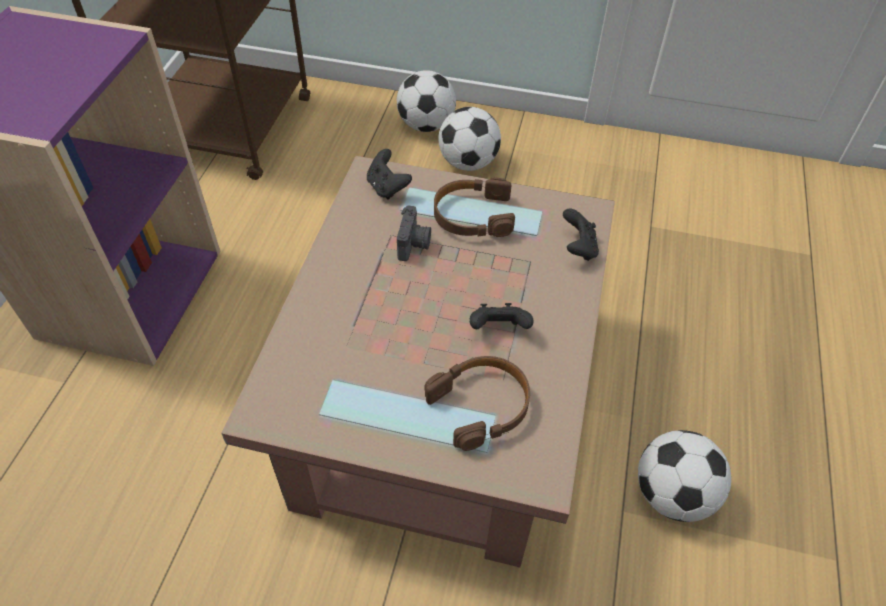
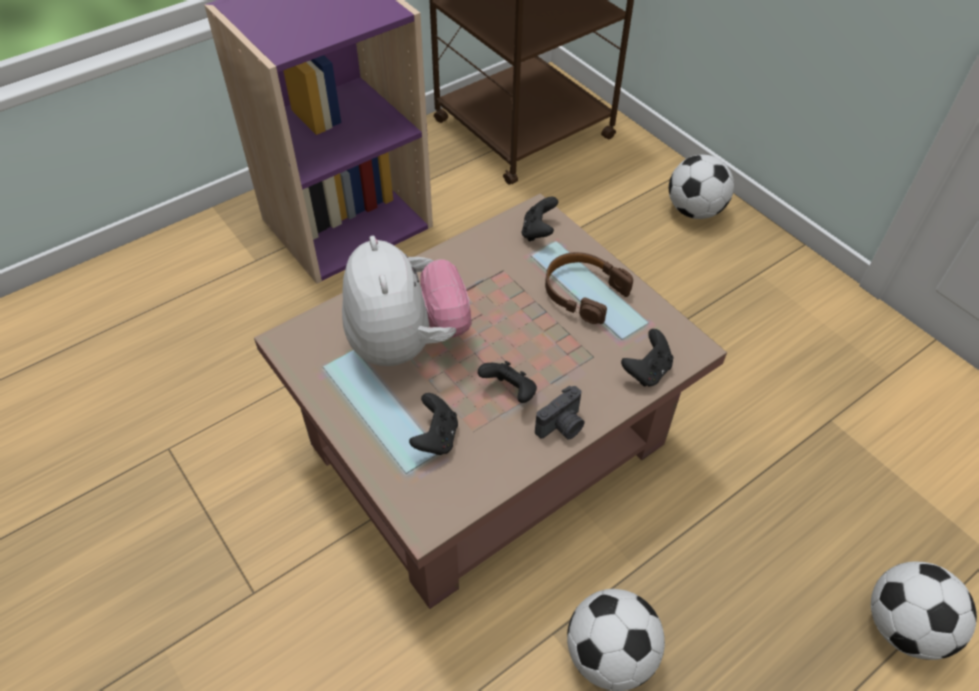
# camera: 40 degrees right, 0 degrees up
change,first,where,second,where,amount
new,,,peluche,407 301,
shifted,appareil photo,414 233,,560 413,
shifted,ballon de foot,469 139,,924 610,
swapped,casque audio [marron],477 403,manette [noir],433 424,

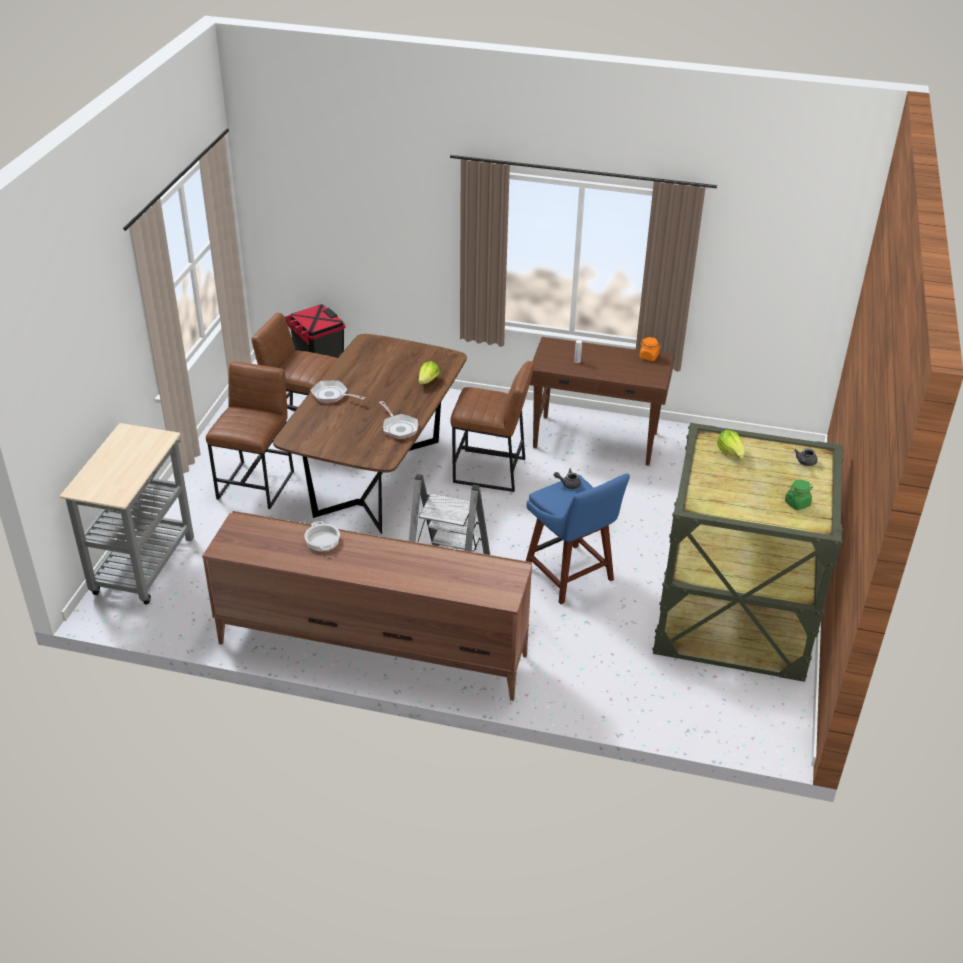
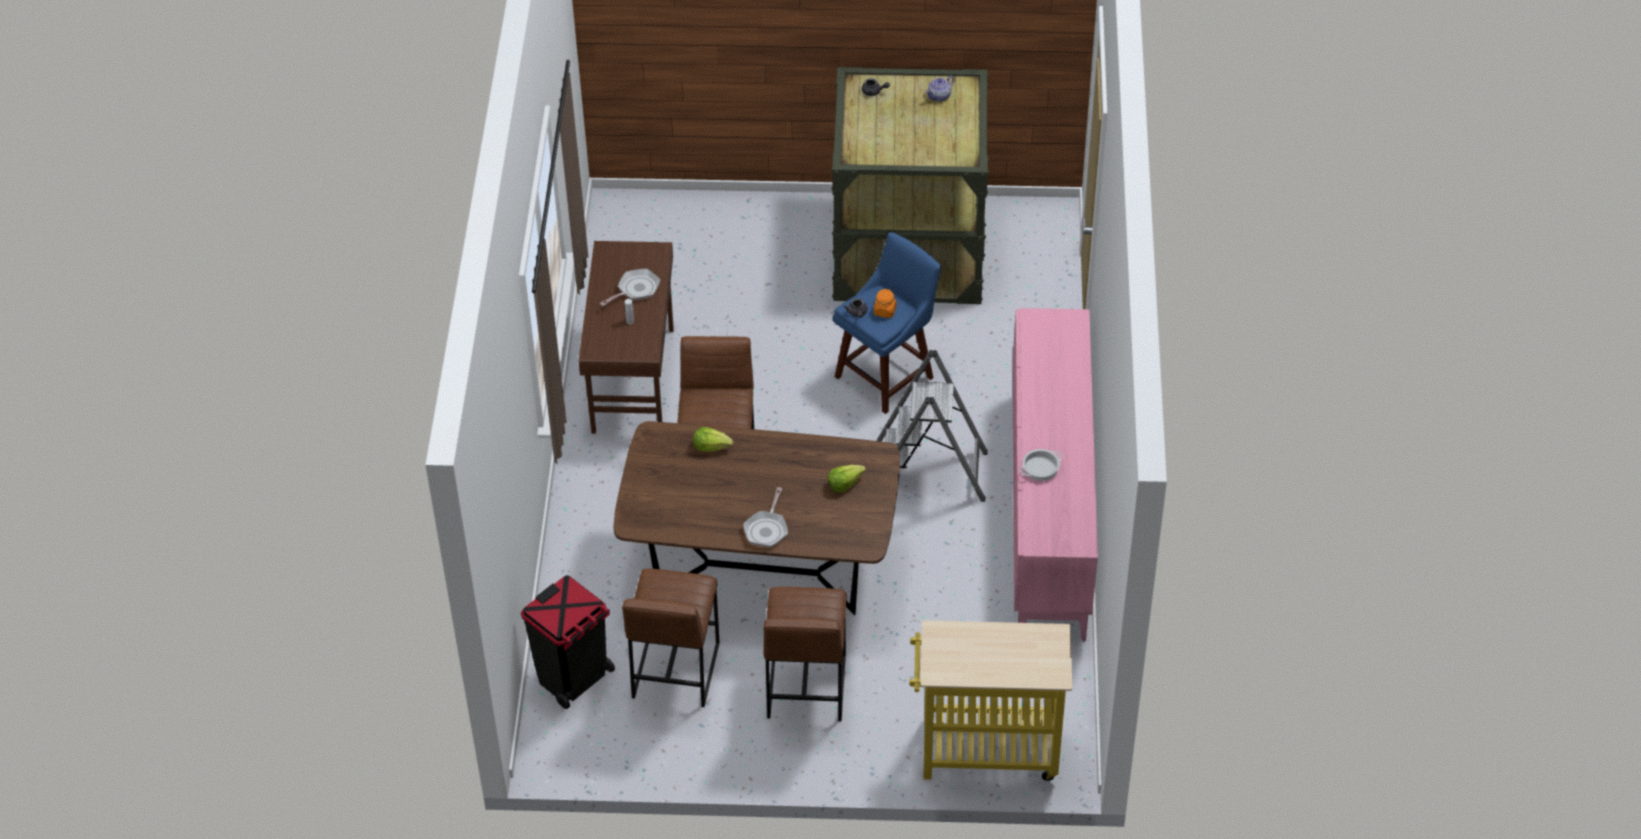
# camera: 100 degrees left, 10 degrees up
change,first,where,second,where,amount
shifted,poêle,398 420,,630 287,
shifted,bocal [orange],650 349,,885 303,
shifted,laitue,731 444,,847 479,
swapped,bocal [vert],799 495,théière,939 88,
repainted,chariot [gris],127 514,chariot [jaune],991 700,
repainted,meuble de rangement [marron],367 606,meuble de rangement [rose],1055 475,
rotated,chaise [marron],250 435,,805 654,90 degrees counterclockwise

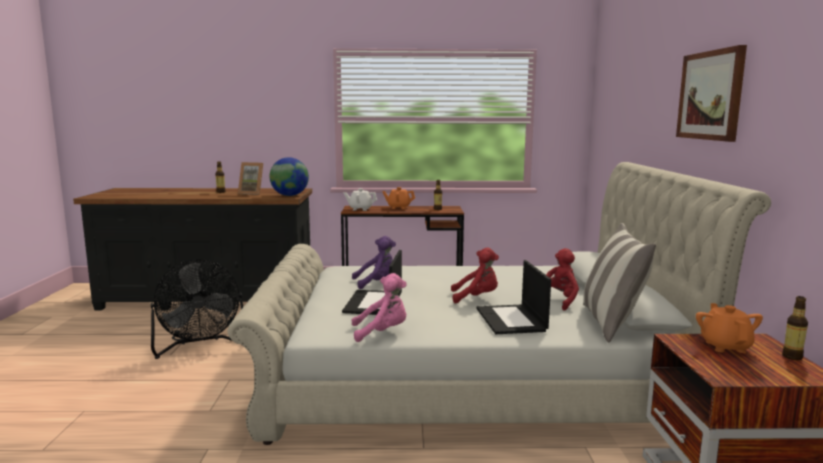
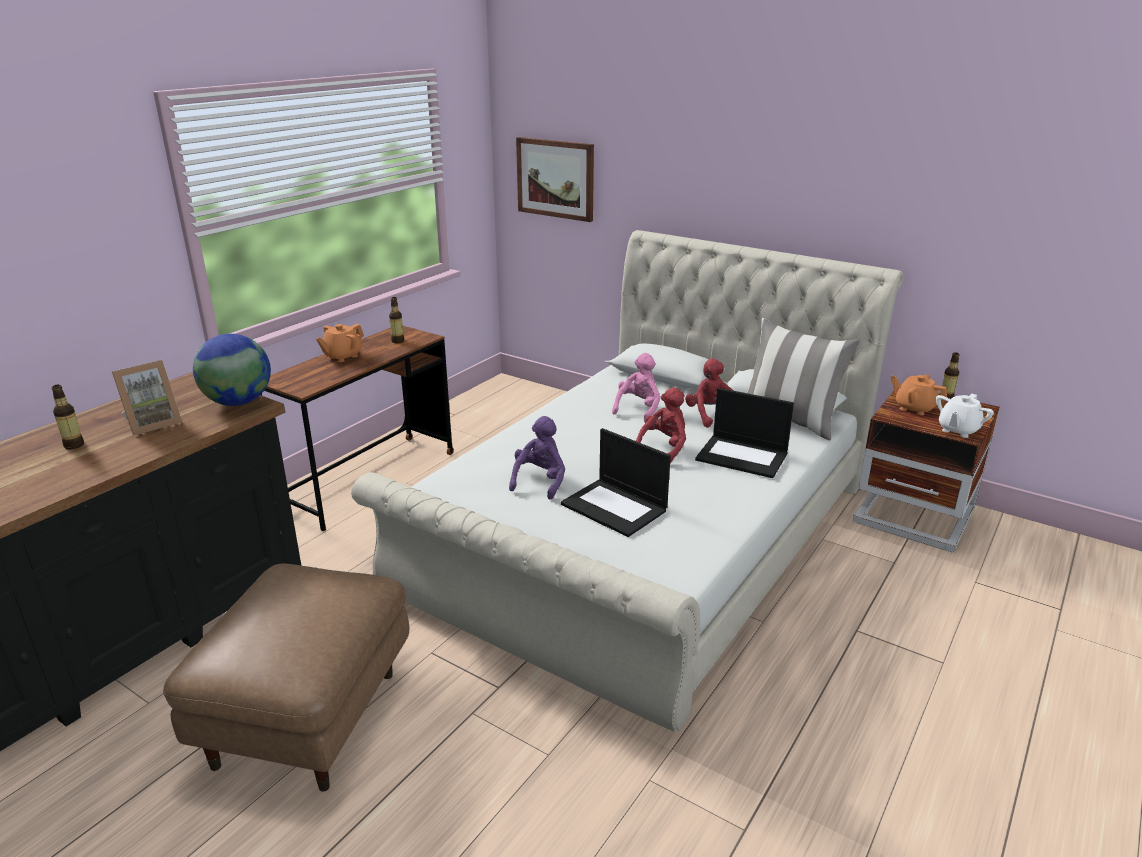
# camera: 55 degrees left, 15 degrees up
change,first,where,second,where,amount
shifted,théière [blanc],360 199,,965 415,
shifted,peluche [rose],379 307,,636 387,
shifted,tableau,711 93,,555 179,
swapped,ventilateur [noir],197 309,pouf [marron],286 678,

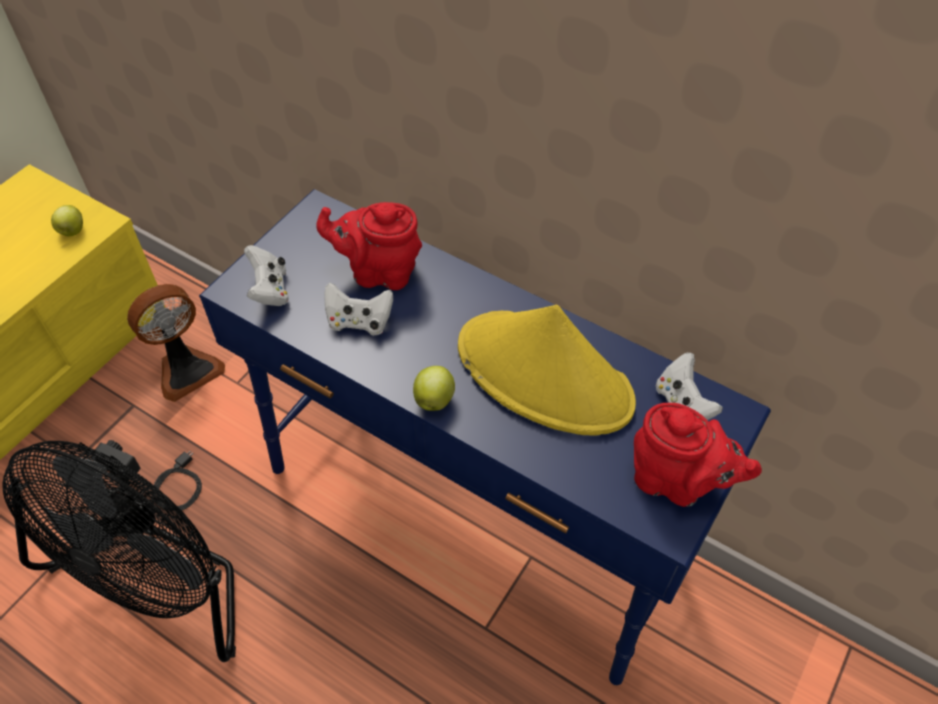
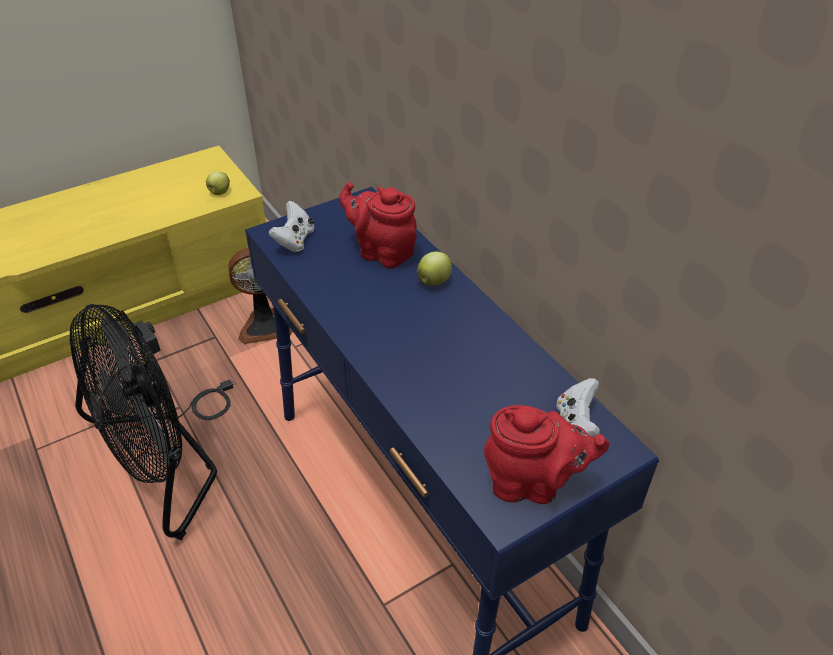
# camera: 25 degrees right, 10 degrees down
change,first,where,second,where,amount
gone,manette [blanc],358 308,,,
gone,chapeau [jaune],547 370,,,
shifted,pomme,434 388,,434 268,
rotated,théière [rouge],698 455,,546 454,45 degrees counterclockwise

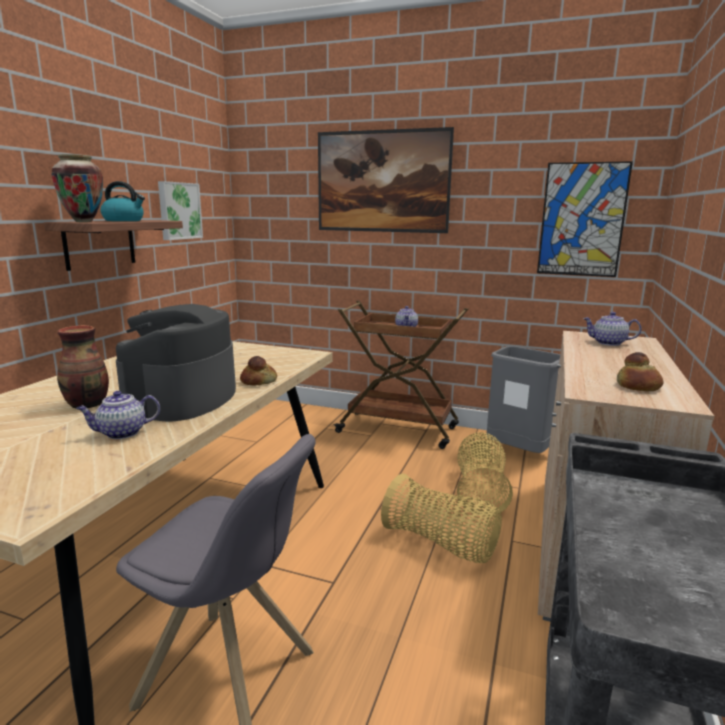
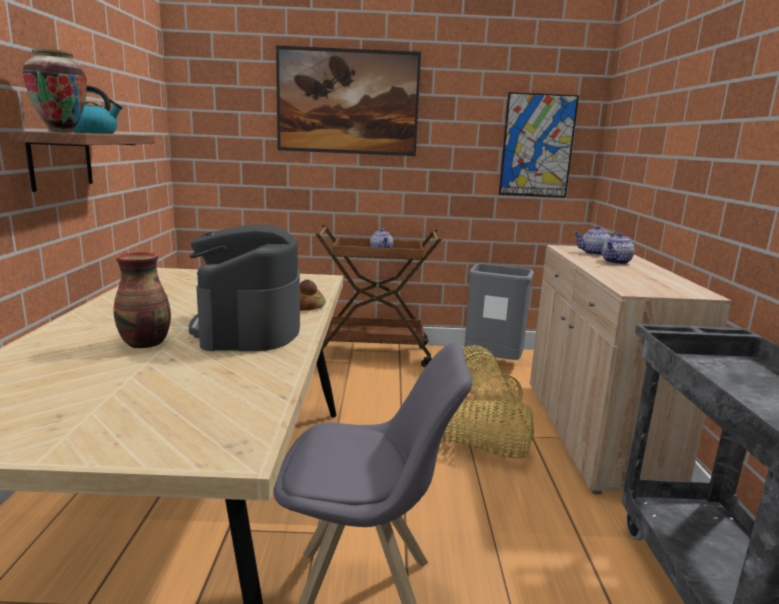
# camera: 20 degrees left, 0 degrees up
change,first,where,second,where,amount
gone,tableau,180 210,,,
gone,pain,640 371,,,
shifted,théière,118 415,,618 248,

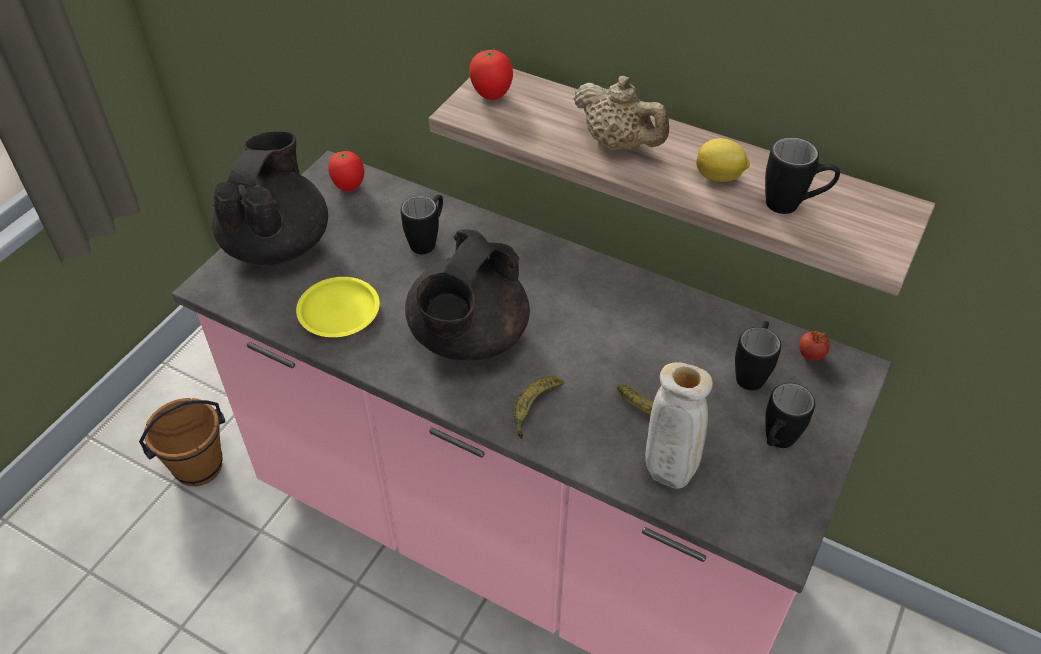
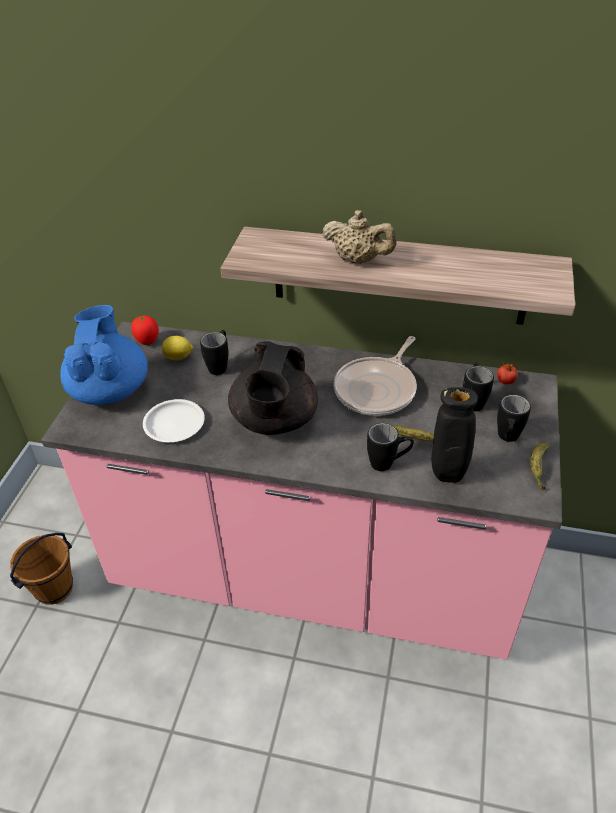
# camera: 15 degrees left, 5 degrees down
change,first,where,second,where,amount
gone,tomate,491 74,,,
new,,,poêle,375 376,
shifted,banane,539 407,,540 467,
shifted,citron,723 160,,177 348,
shifted,mug [noir],802 175,,390 447,
repainted,théière [noir],270 198,théière [bleu],104 355,
repainted,assiette [jaune],338 307,assiette [blanc],174 420,
repainted,vase [beige],679 425,vase [noir],455 435,

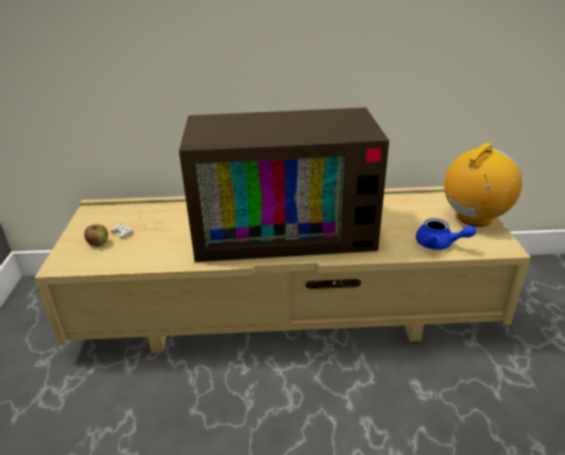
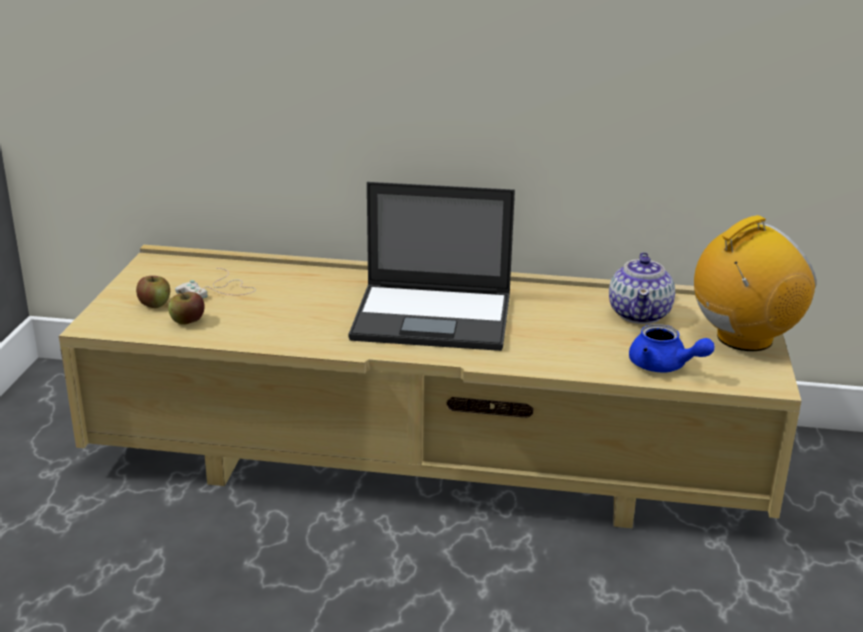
# camera: 10 degrees right, 5 degrees down
change,first,where,second,where,amount
new,,,pomme,186 307,
new,,,théière,642 288,
swapped,téléviseur,284 184,ordinateur portable,431 266,

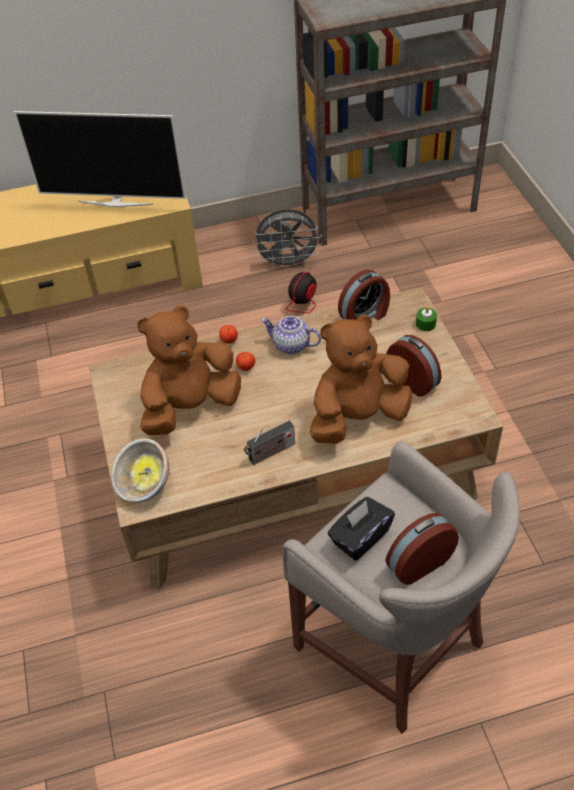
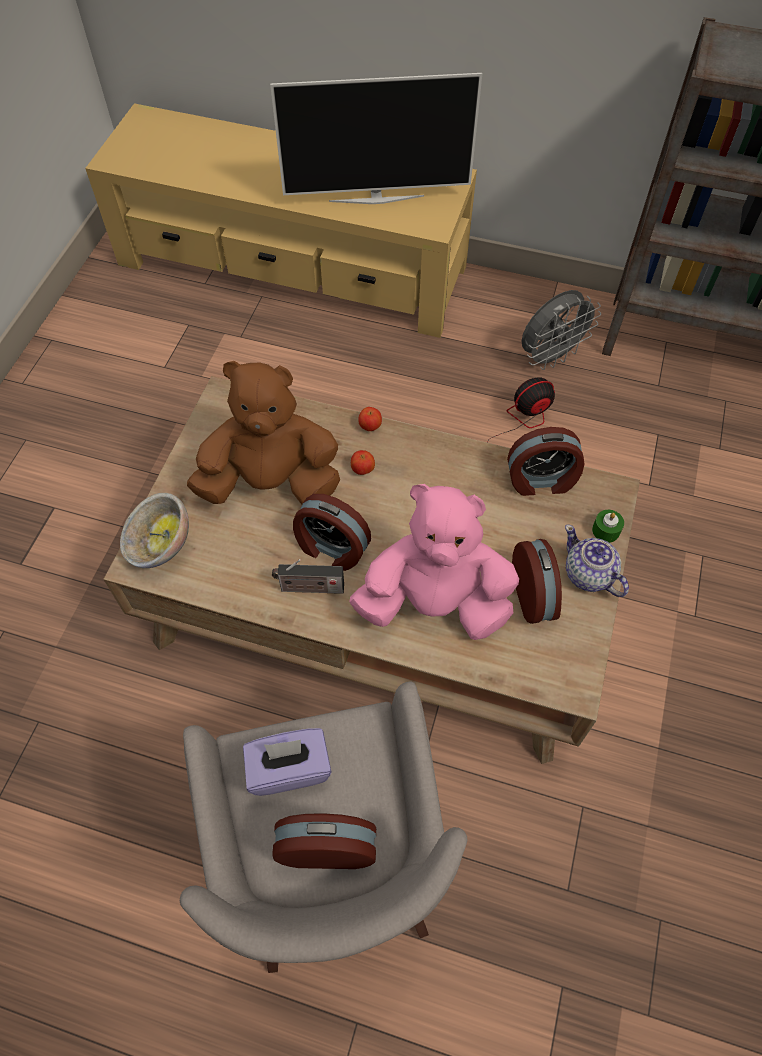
# camera: 30 degrees right, 10 degrees up
change,first,where,second,where,amount
new,,,réveil,332 532,
shifted,théière,291 335,,597 561,
repainted,peluche [marron],361 379,peluche [rose],434 562,
repainted,boîte à mouchoirs [noir],361 529,boîte à mouchoirs [violet],287 762,
rotated,téléviseur,100 159,,376 138,45 degrees counterclockwise
rotated,ventilateur [gris],287 239,,561 330,60 degrees counterclockwise

